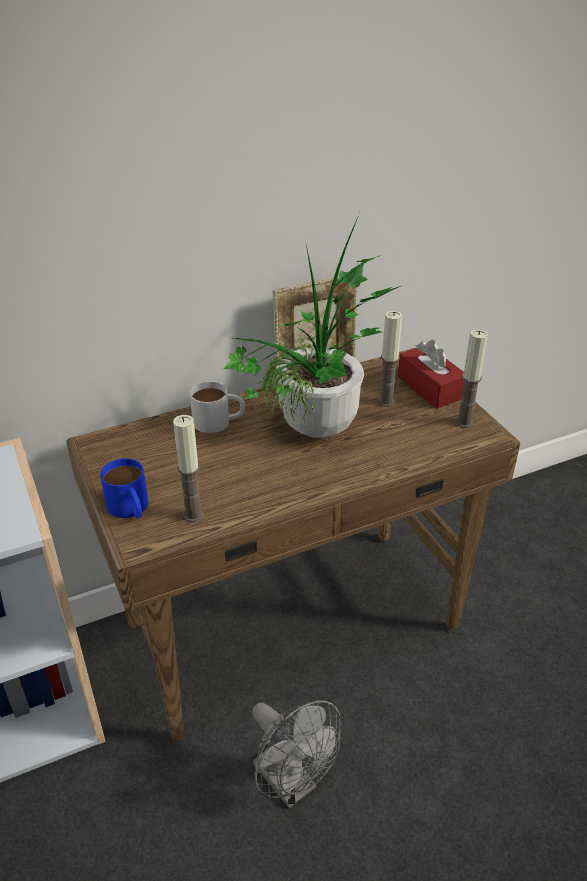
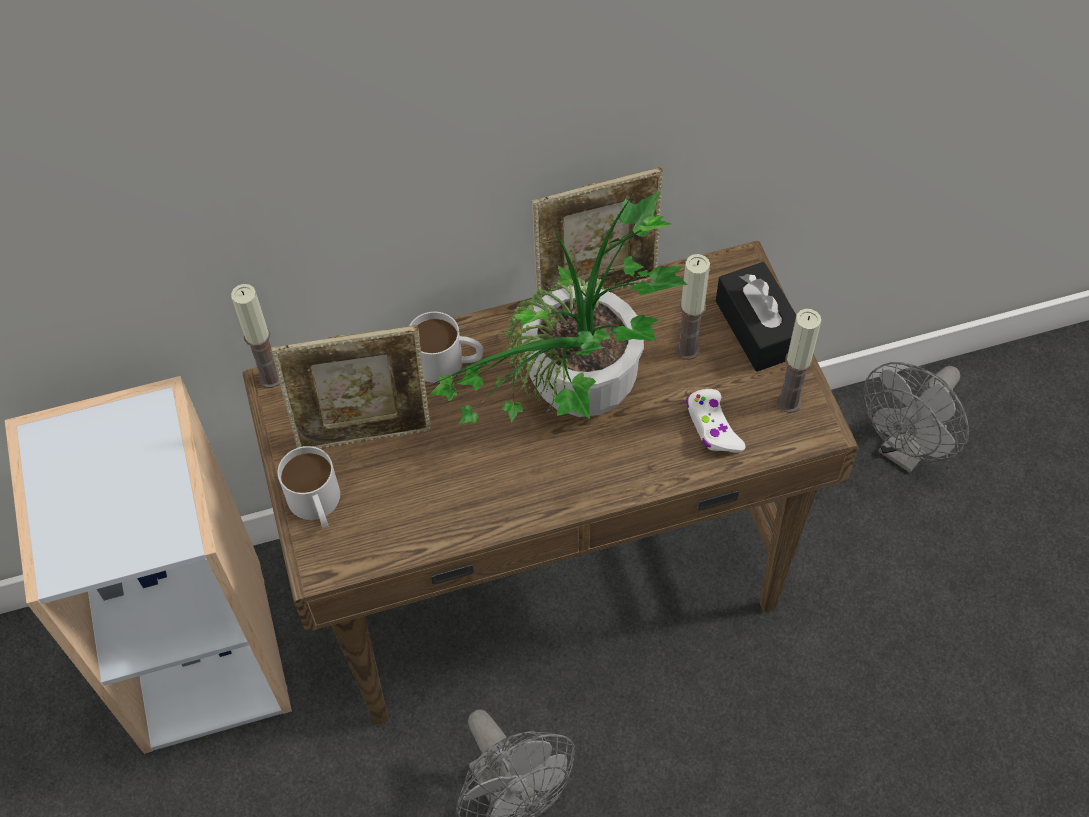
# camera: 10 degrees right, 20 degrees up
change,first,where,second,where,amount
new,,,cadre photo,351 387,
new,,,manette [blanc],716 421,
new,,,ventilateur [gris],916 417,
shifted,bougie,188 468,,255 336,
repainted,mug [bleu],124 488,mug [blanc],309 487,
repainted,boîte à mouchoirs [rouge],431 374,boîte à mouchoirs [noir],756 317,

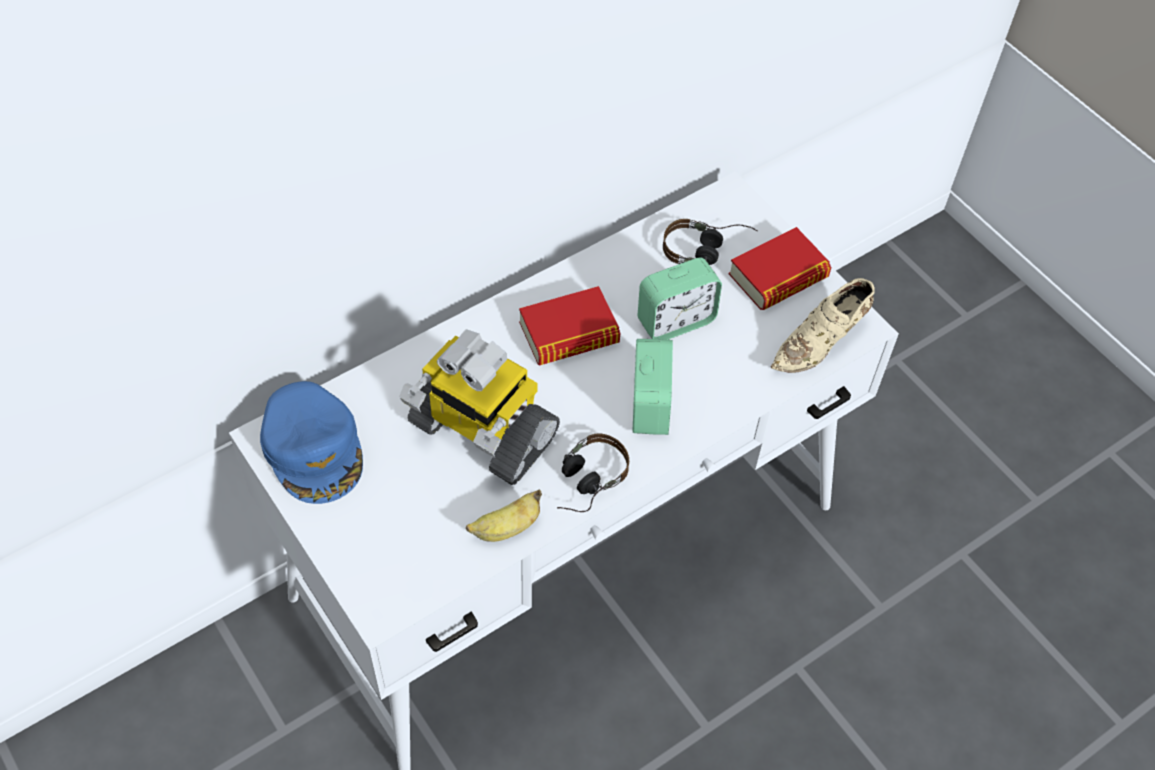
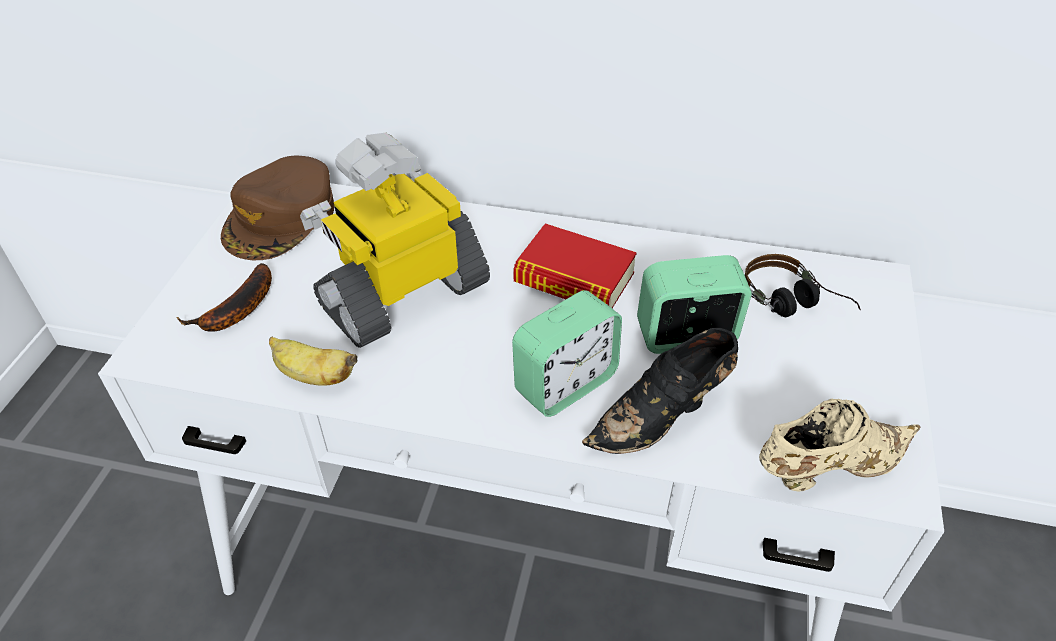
# camera: 50 degrees right, 10 degrees down
change,first,where,second,where,amount
gone,casque audio,593 473,,,
gone,livre,780 268,,,
new,,,banane,224 297,
new,,,chaussure [noir],660 391,
repainted,casquette [bleu],311 442,casquette [marron],277 208,
rotated,robot jouet,479 407,,395 240,60 degrees clockwise
rotated,réveil,679 298,,694 304,150 degrees clockwise
rotated,chaussure [beige],823 325,,839 445,150 degrees clockwise

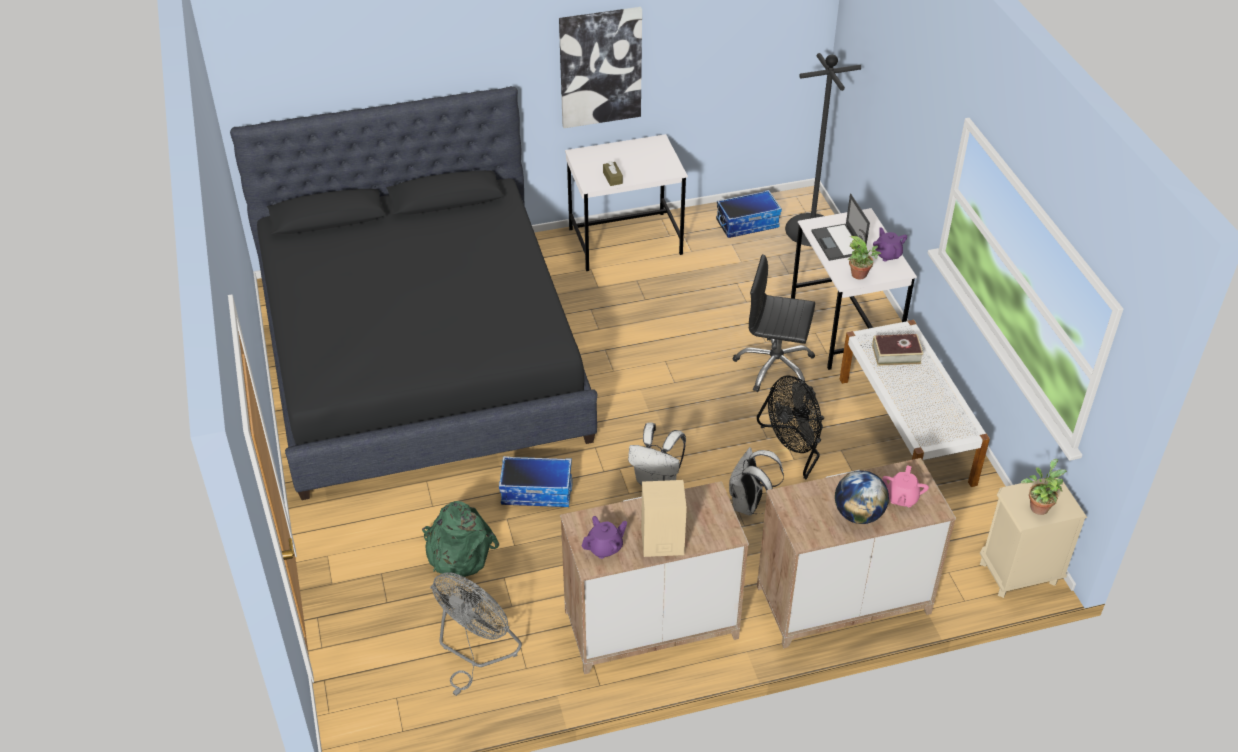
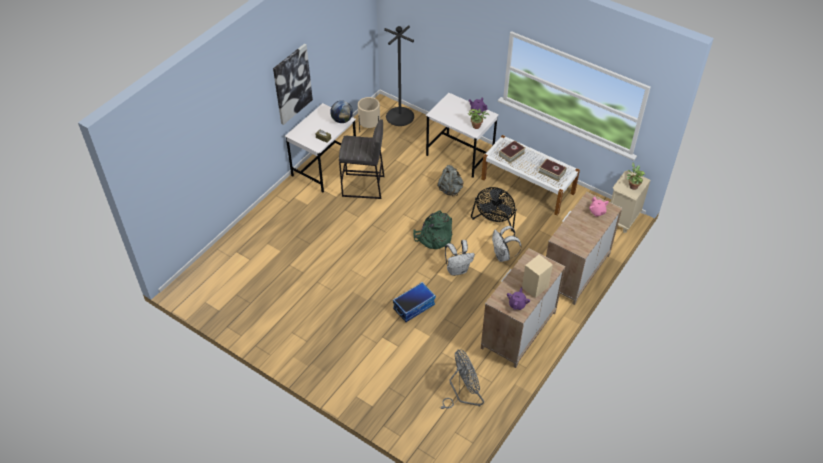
# camera: 40 degrees left, 5 degrees up
change,first,where,second,where,amount
gone,lit [noir],413 293,,,
gone,ordinateur portable,840 227,,,
new,,,tabouret [gris],362 159,
new,,,livre,552 170,
shifted,sac à dos [vert],460 539,,432 230,
shifted,globe,862 497,,341 112,
swapped,boîte de rangement,749 214,cache-pot [beige],369 114,
swapped,chaise de bureau [noir],774 323,sac à dos [gris],450 181,
rotated,ventilateur [gris],476 634,,462 379,75 degrees clockwise

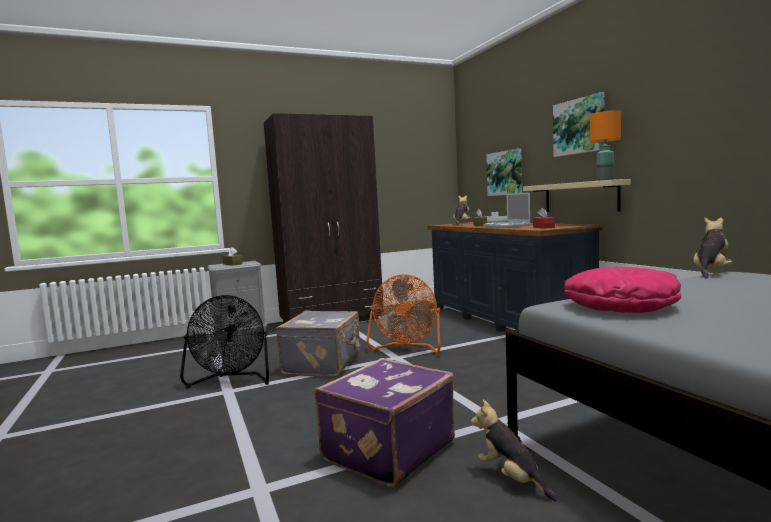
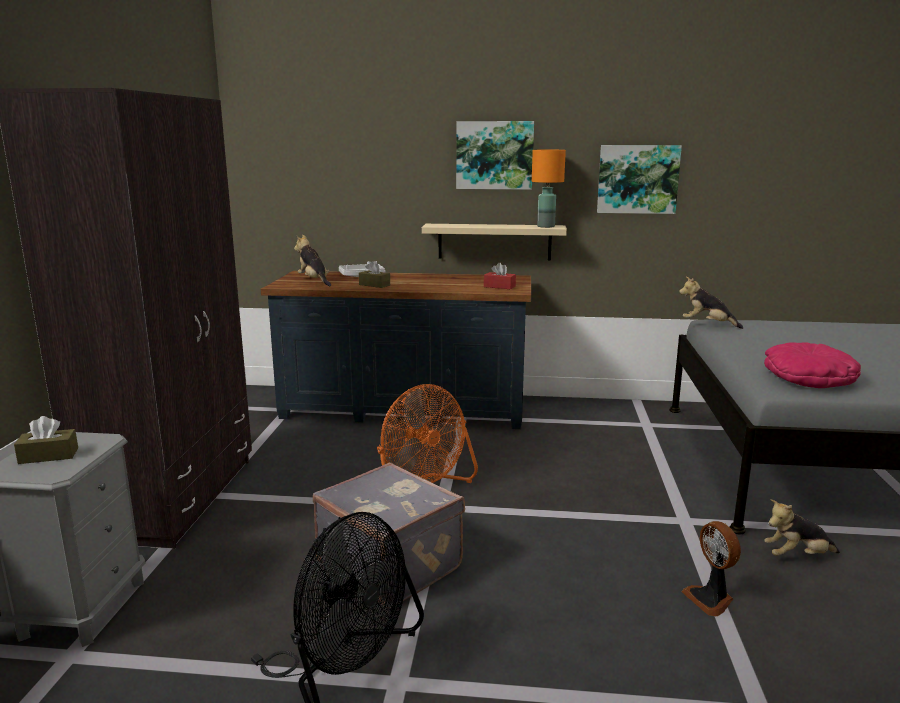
# camera: 60 degrees left, 10 degrees up
change,first,where,second,where,amount
gone,ordinateur portable,507 210,,,
shifted,tableau,504 172,,639 179,
swapped,valise [violet],384 423,ventilateur,711 568,
rotated,peluche,713 247,,711 303,45 degrees counterclockwise

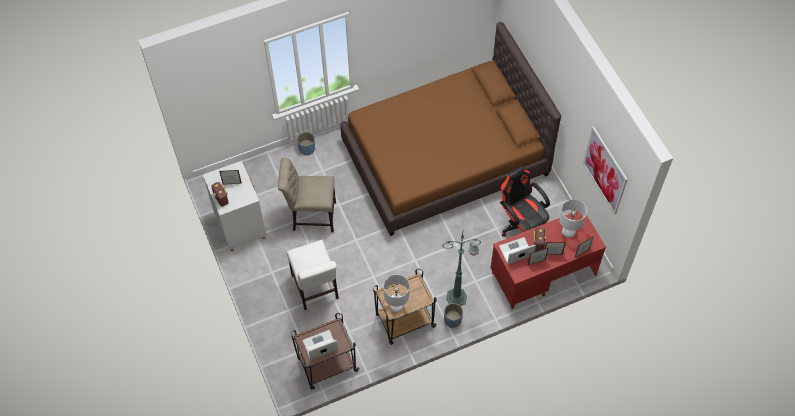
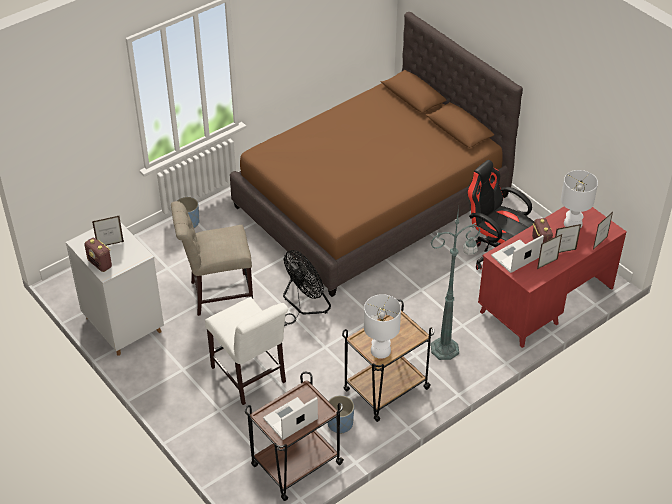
# camera: 15 degrees left, 15 degrees down
change,first,where,second,where,amount
gone,tableau,605 170,,,
new,,,ventilateur [noir],307 288,
shifted,cache-pot [bleu],453 315,,341 414,

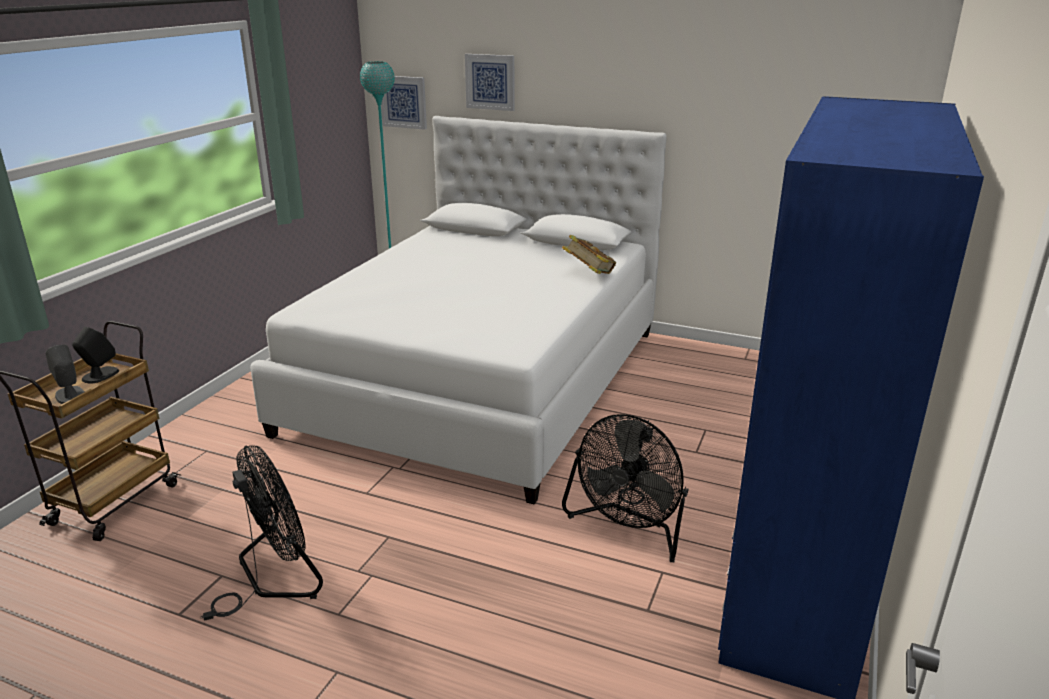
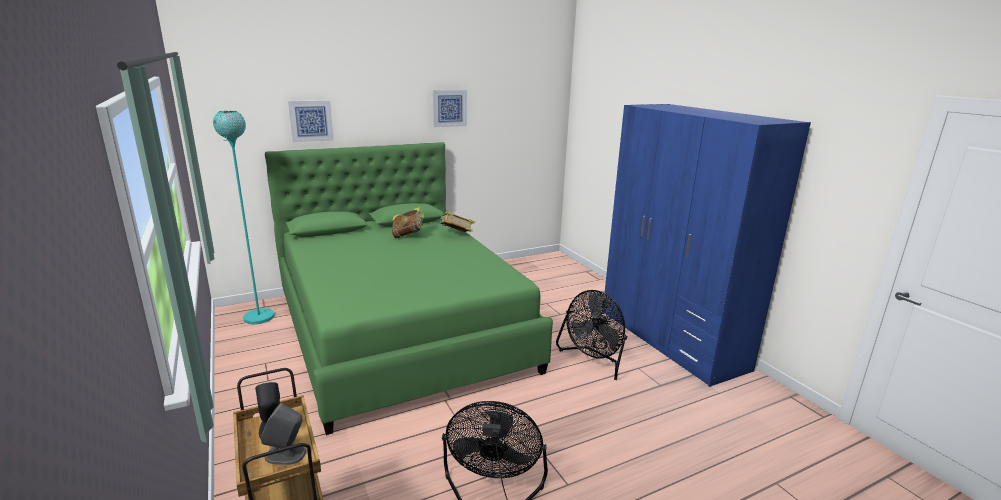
# camera: 50 degrees left, 5 degrees down
change,first,where,second,where,amount
new,,,livre,407 222,
shifted,tableau,404 103,,450 108,
repainted,lit [blanc],458 310,lit [vert],409 288,
rotated,ventilateur [noir],625 488,,592 335,60 degrees clockwise

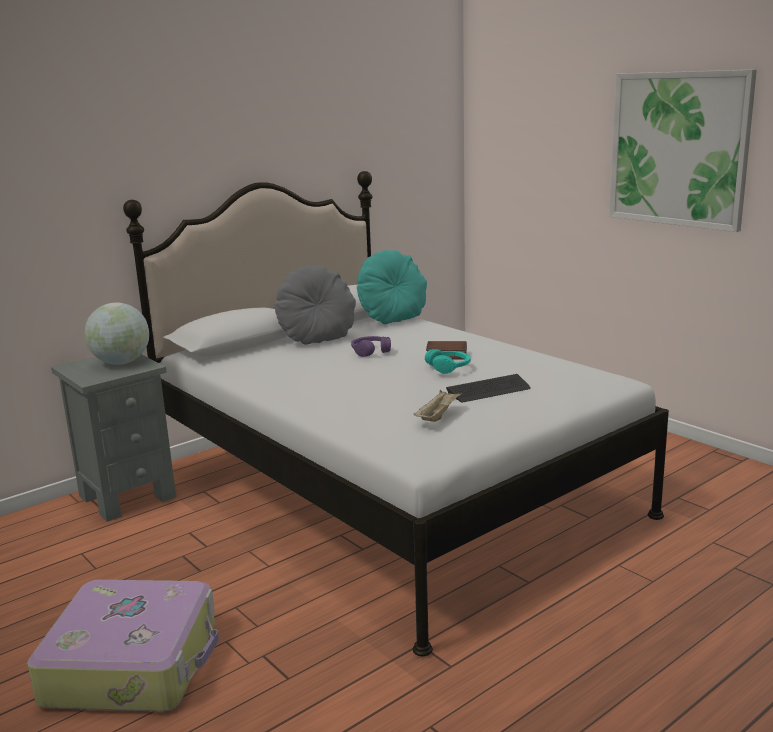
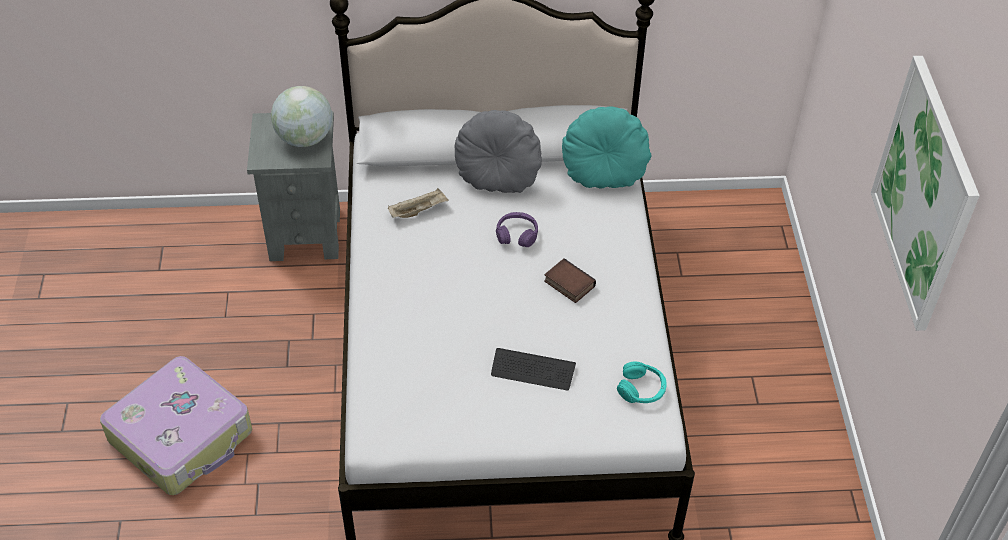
# camera: 35 degrees right, 30 degrees up
change,first,where,second,where,amount
shifted,plateau [beige],438 406,,418 203,
shifted,casque audio [turquoise],448 361,,642 382,

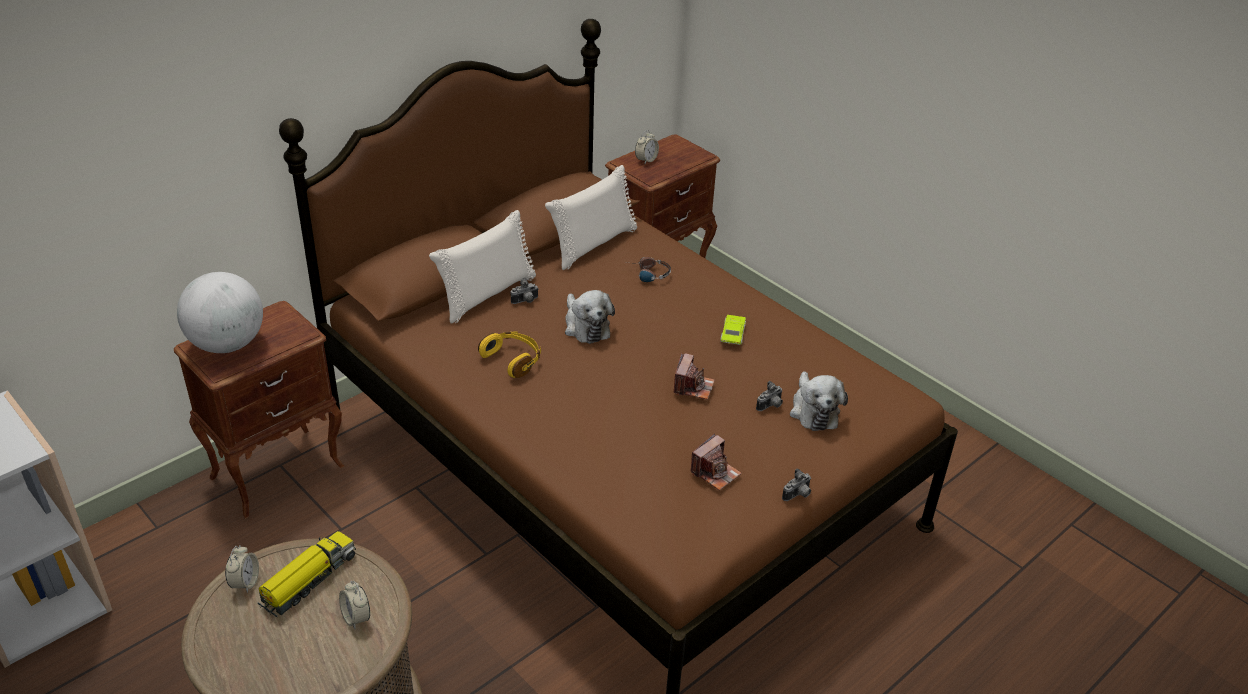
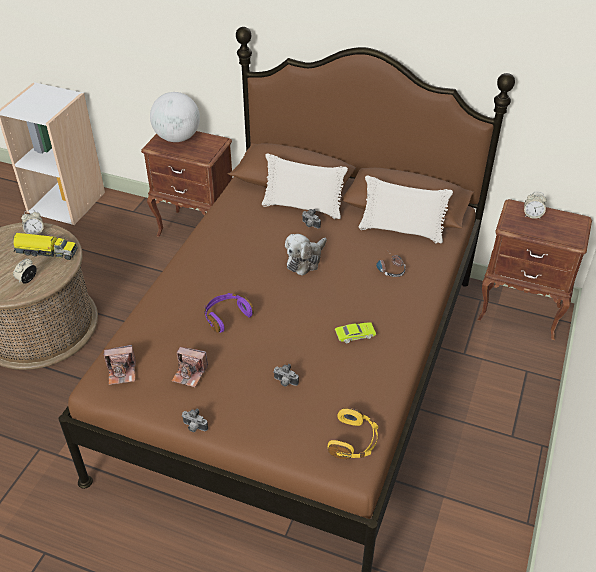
# camera: 65 degrees right, 5 degrees up
change,first,where,second,where,amount
gone,peluche,819 401,,,
new,,,casque audio [violet],229 313,
shifted,casque audio [jaune],509 354,,353 433,
shifted,appareil photo,694 376,,119 365,

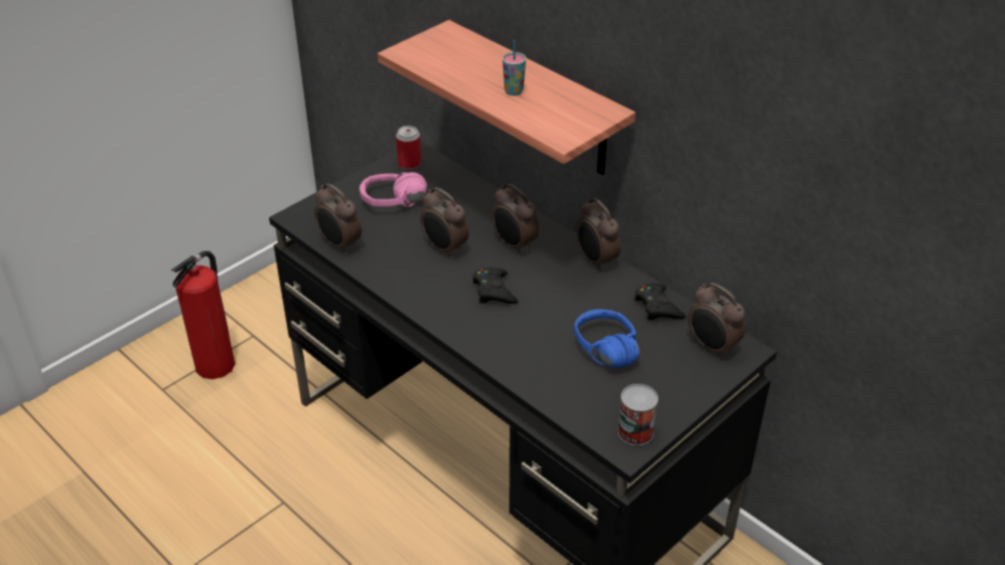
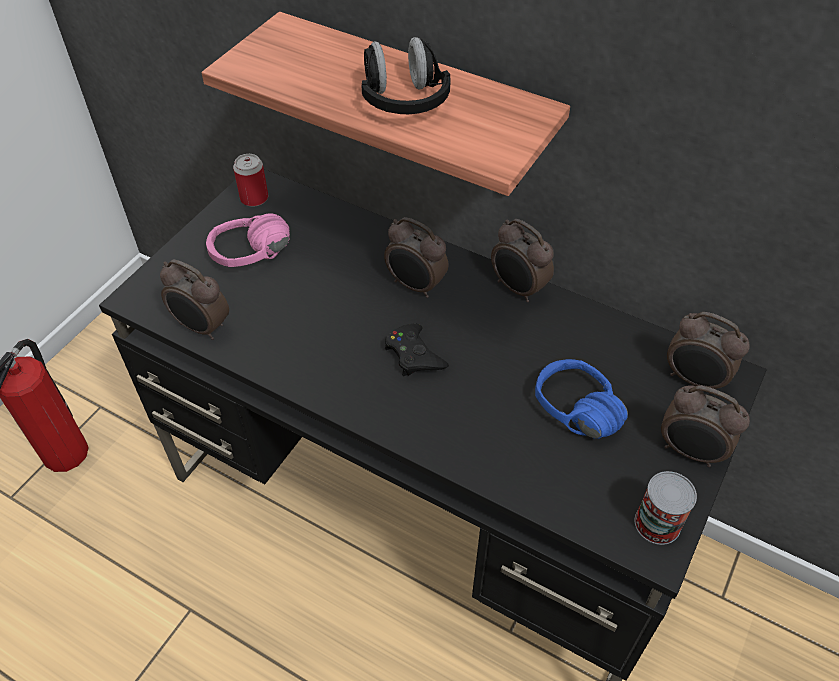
# camera: 15 degrees left, 10 degrees up
change,first,where,second,where,amount
gone,manette [noir],660 301,,,
shifted,réveil,444 223,,705 426,
swapped,tasse,514 68,casque audio [noir],406 75,

